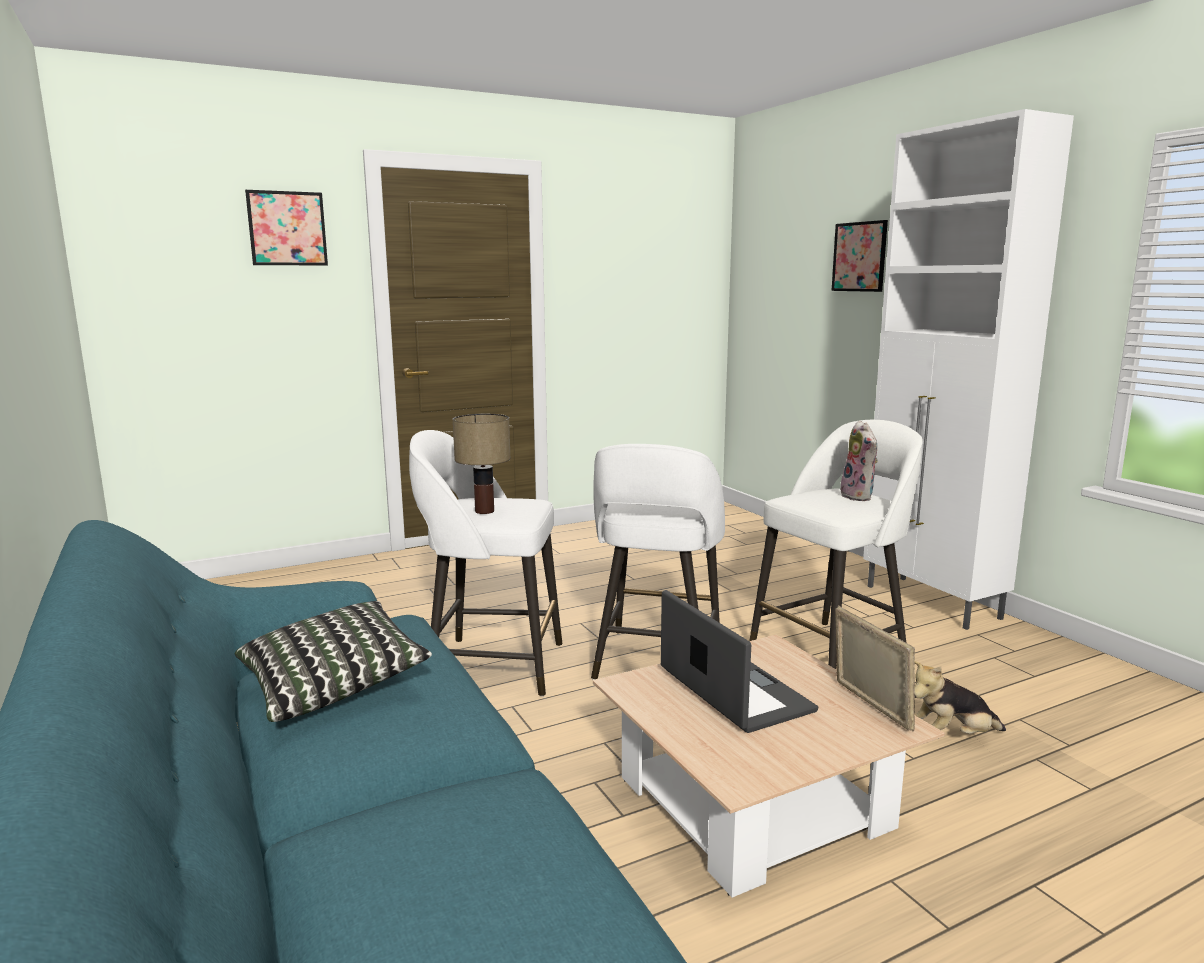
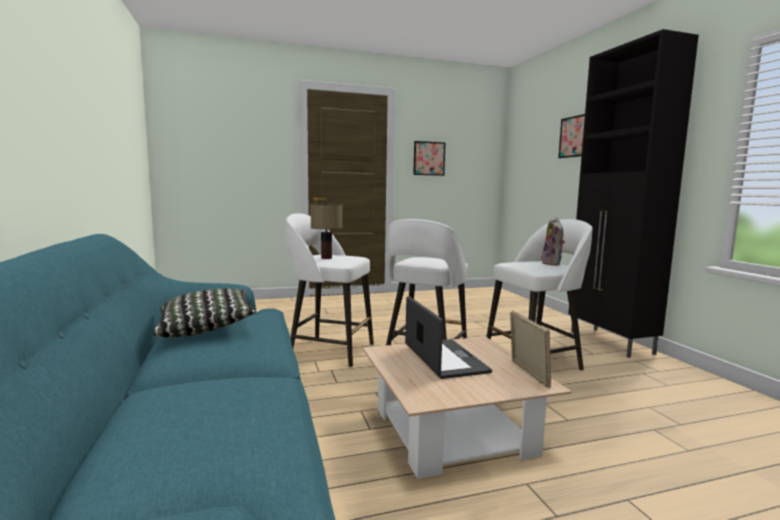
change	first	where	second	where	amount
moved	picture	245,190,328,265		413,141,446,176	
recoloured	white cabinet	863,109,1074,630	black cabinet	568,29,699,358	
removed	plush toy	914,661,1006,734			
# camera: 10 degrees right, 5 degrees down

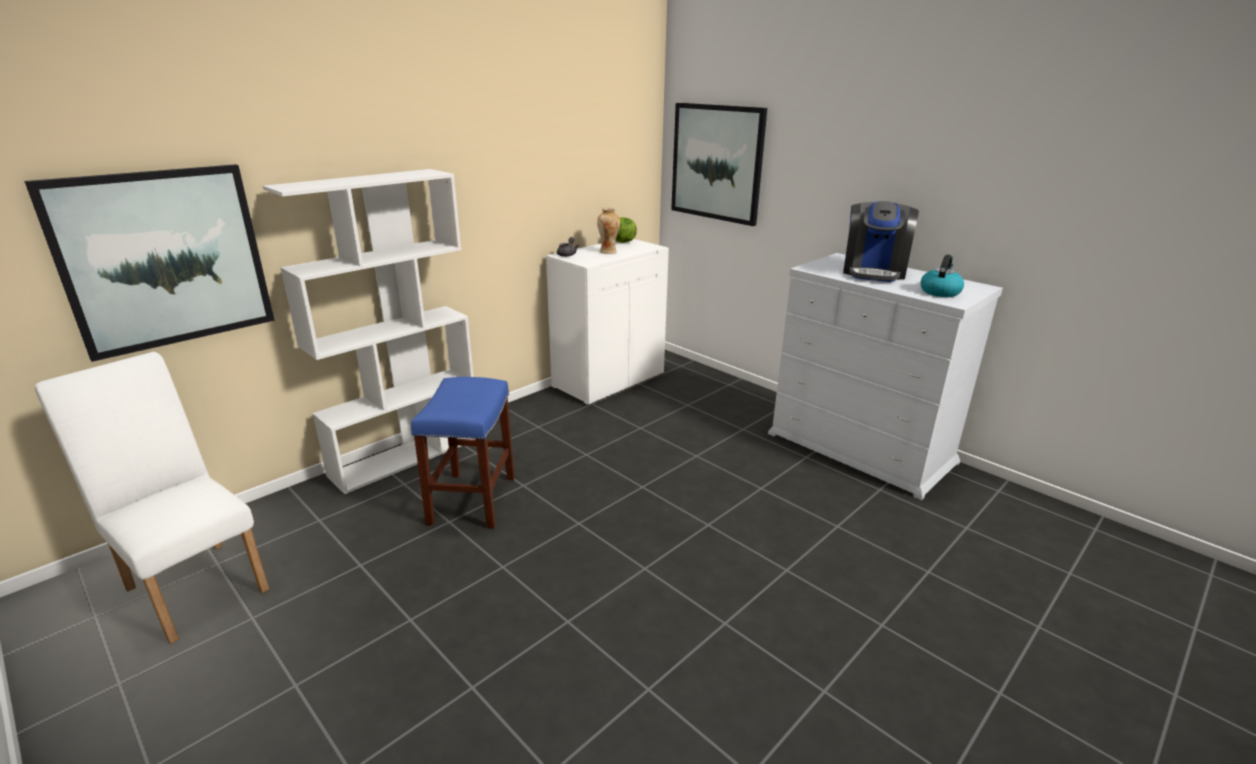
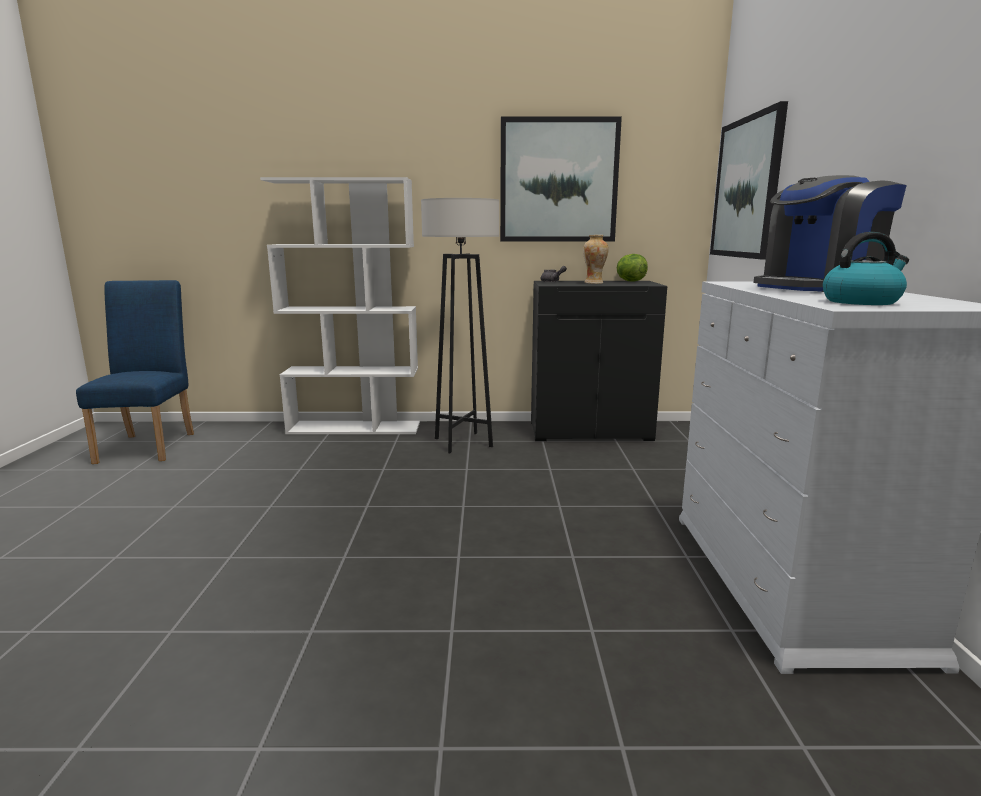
change	first	where	second	where	amount
recoloured	white chair	35,352,269,644	blue chair	76,280,194,464	
added			grey floor lamp	421,198,499,453	
moved	picture	24,164,275,362		500,117,622,241	
recoloured	white cabinet	546,239,669,406	black cabinet	531,281,667,441	
removed	blue stool	411,377,515,529			
# camera: 45 degrees right, 10 degrees down

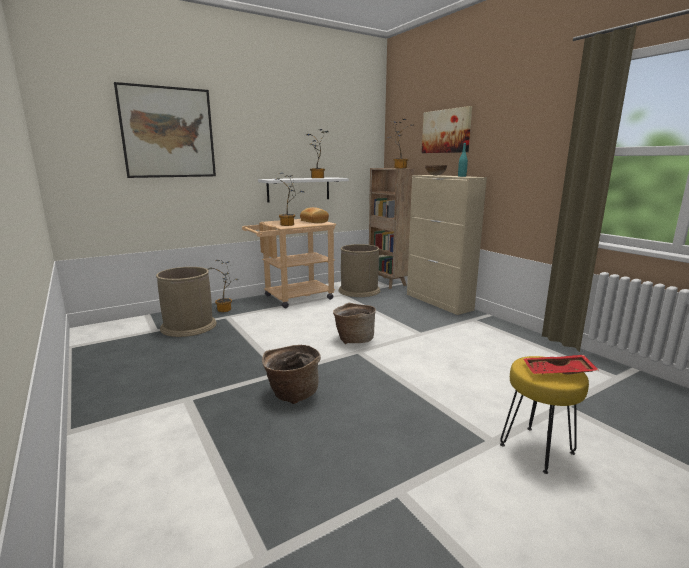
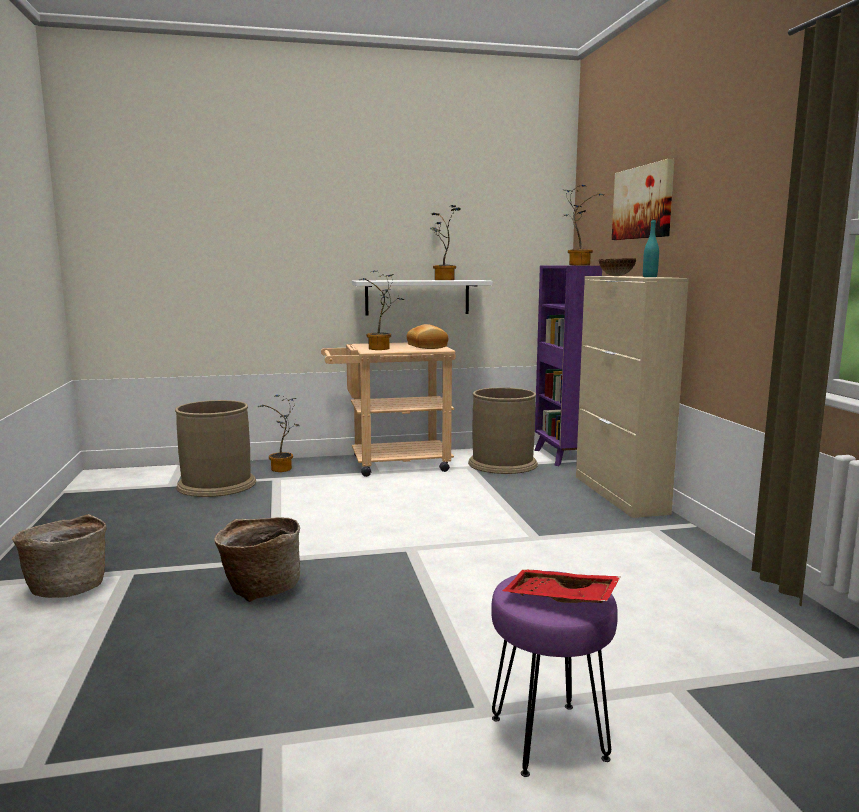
change	first	where	second	where	amount
moved	basket	333,302,376,344		12,514,107,598	
recoloured	yellow stool	500,356,589,474	purple stool	491,571,618,777	
recoloured	brown bookcase	369,168,414,289	purple bookcase	534,266,602,466	
removed	picture	114,82,216,178			
# camera: 20 degrees right, 5 degrees down

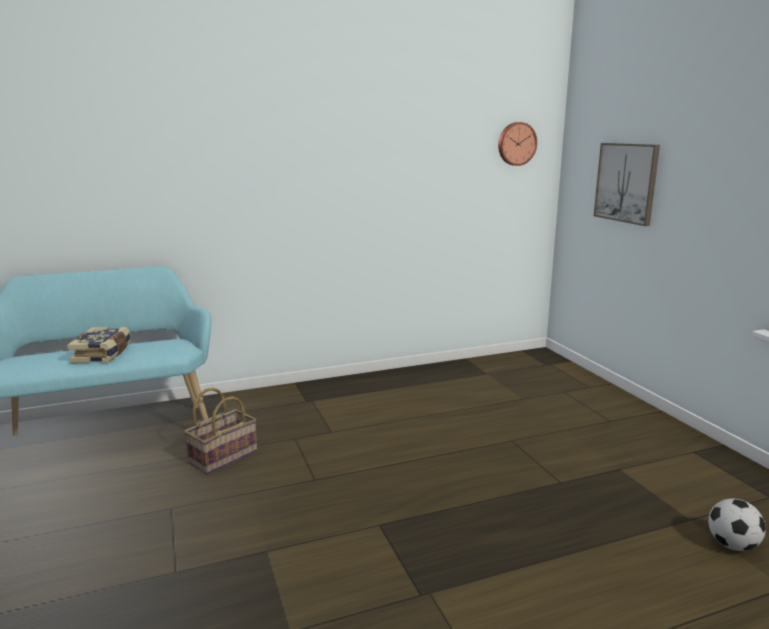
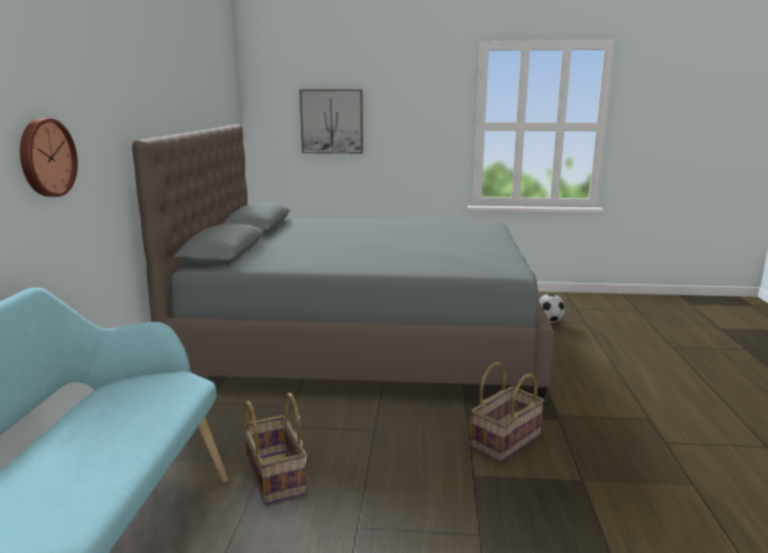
change	first	where	second	where	amount
moved	wall clock	498,122,537,166		20,118,78,197	
added			grey bed	132,124,554,399	
added			basket	471,362,545,463	
removed	book	67,327,131,363			
# camera: 65 degrees left, 0 degrees up

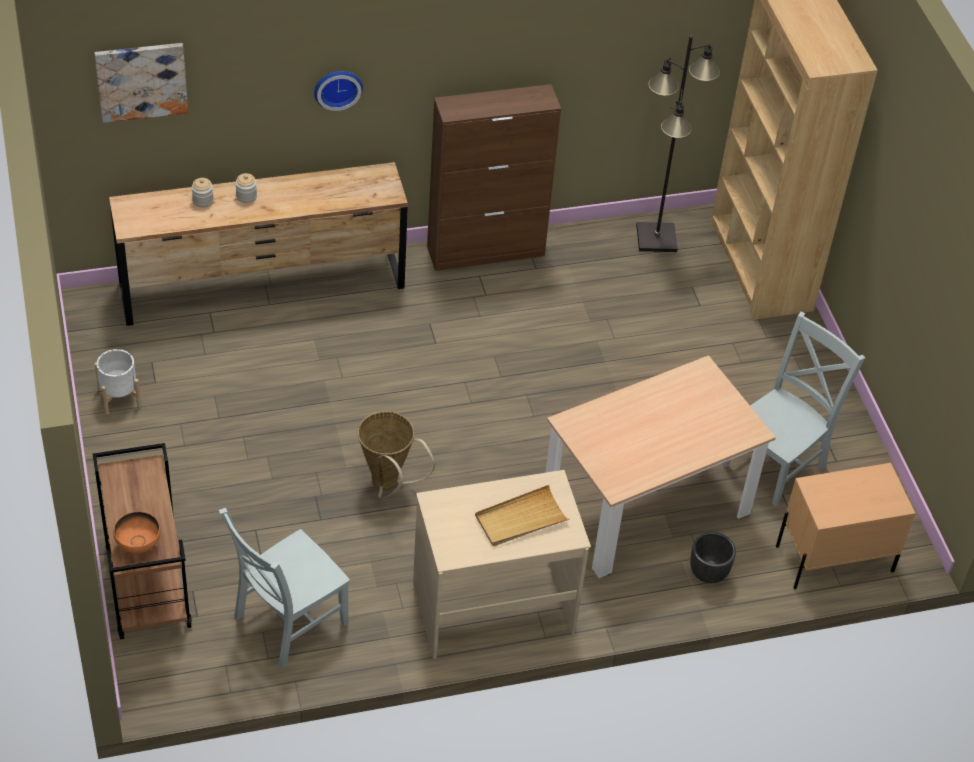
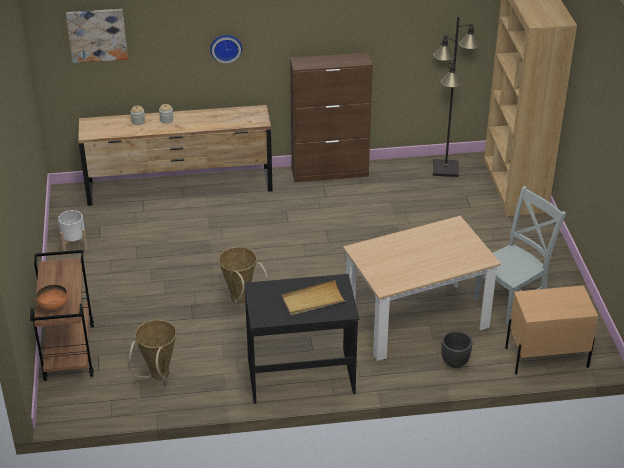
change	first	where	second	where	amount
replaced	grey chair	219,508,350,669	basket	128,320,176,383	
recoloured	beige desk	413,470,591,659	black desk	244,274,359,404	
# camera: 10 degrees right, 10 degrees down

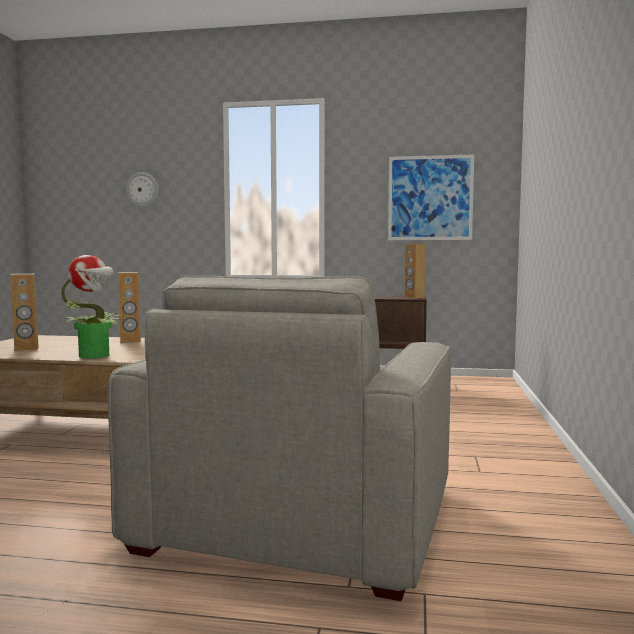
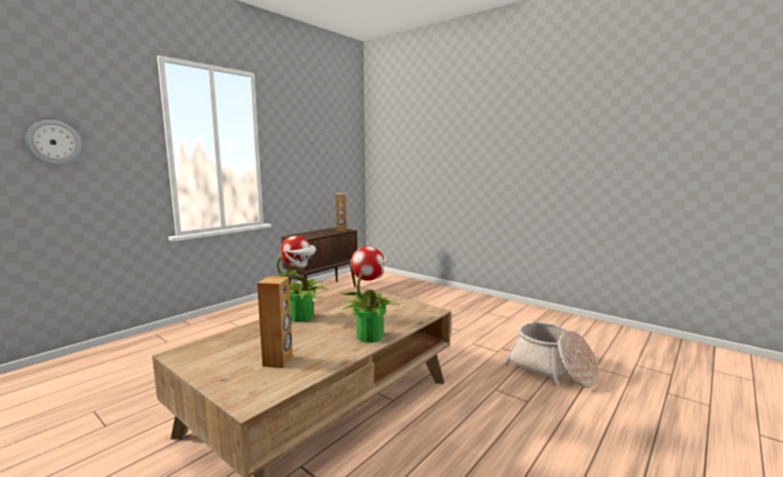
change	first	where	second	where	amount
replaced	brown speaker	118,272,141,343	potted plant	277,236,327,322	
replaced	grey armchair	108,276,451,601	basket	504,322,599,388	
removed	picture	388,154,474,240			
# camera: 60 degrees left, 5 degrees up

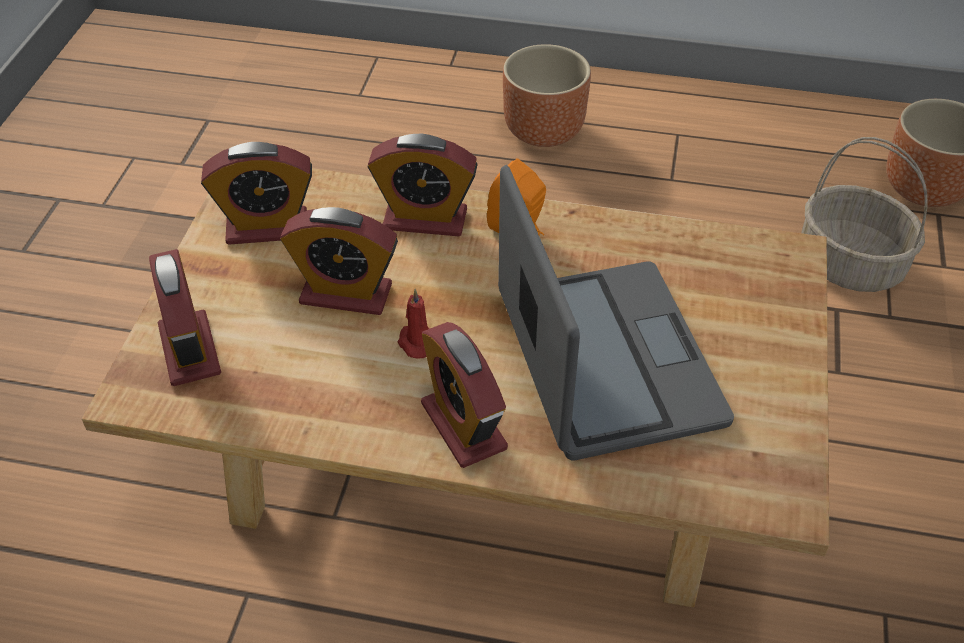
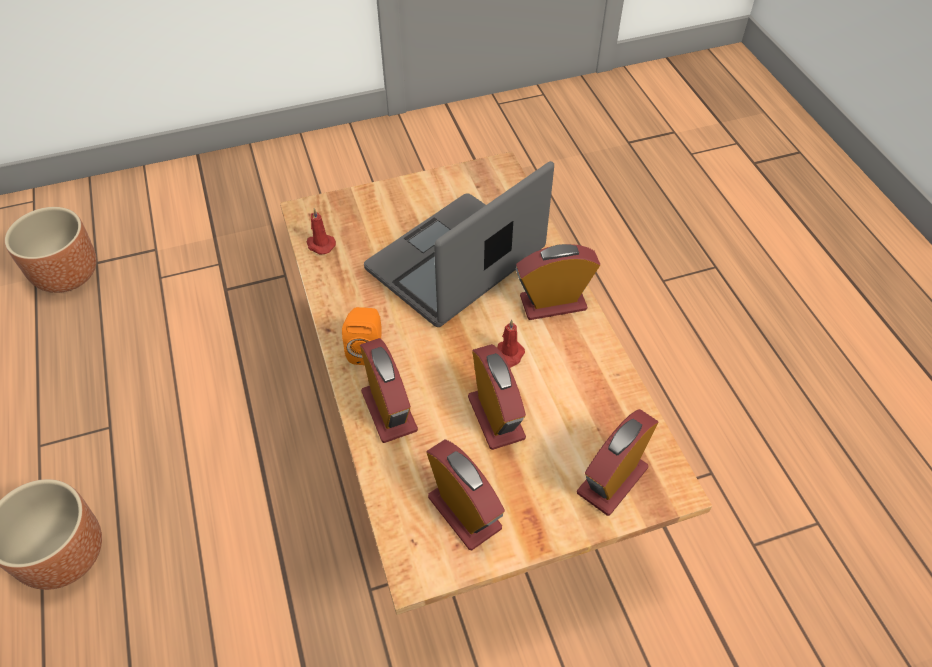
change	first	where	second	where	amount
added			red candle	307,208,336,255	
turned	alarm clock	421,322,508,468		516,244,600,320	135 degrees counterclockwise
removed	basket	802,137,928,292			
# camera: 120 degrees left, 5 degrees up

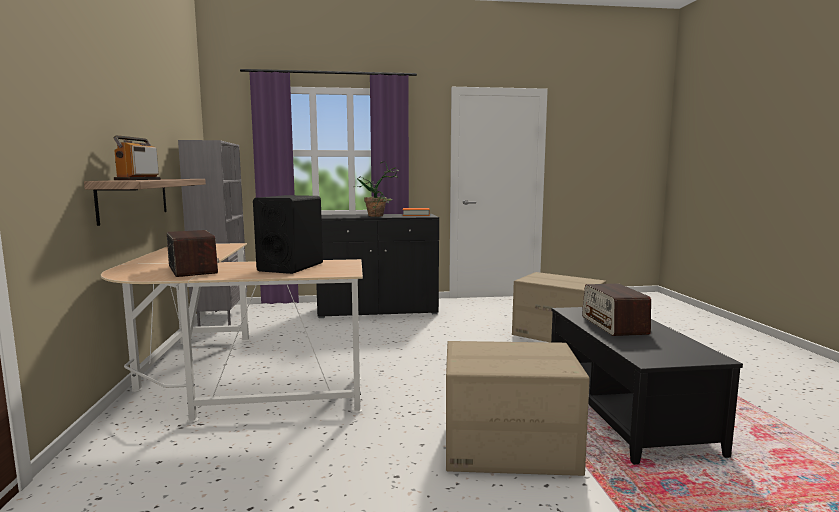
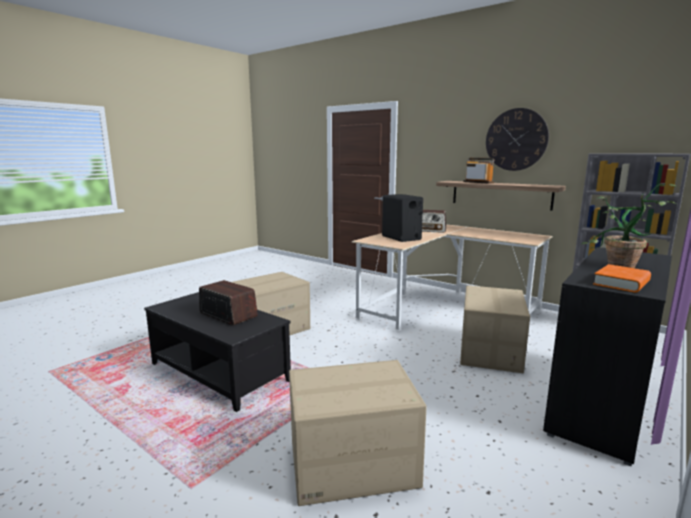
change	first	where	second	where	amount
added			cardboard box	460,285,530,373	
added			wall clock	486,108,549,171	
# camera: 135 degrees right, 5 degrees up

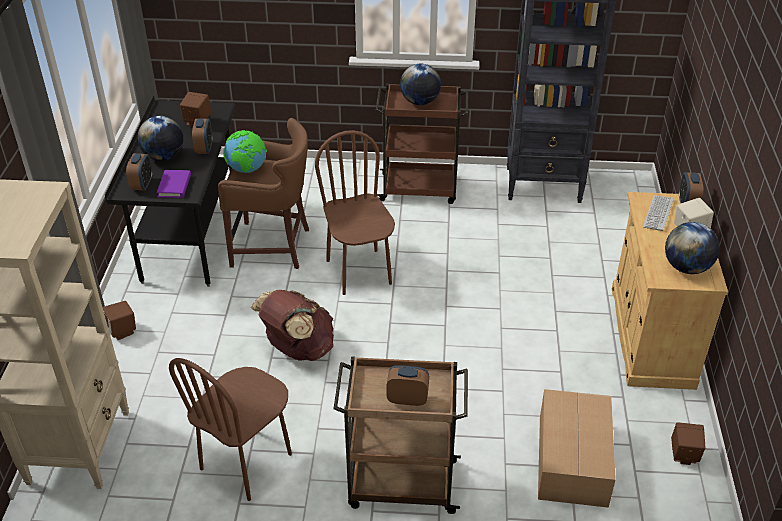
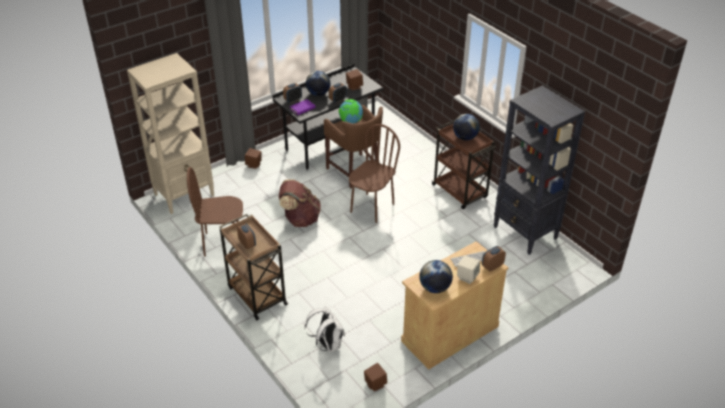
change	first	where	second	where	amount
replaced	cardboard box	538,389,616,508	white backpack	305,306,345,353	
# camera: 50 degrees right, 0 degrees up

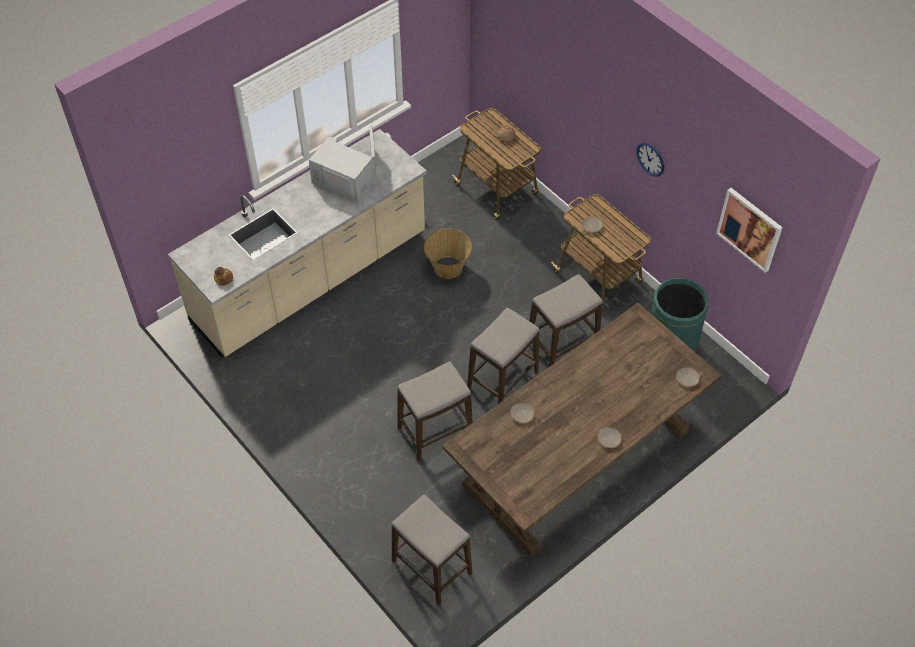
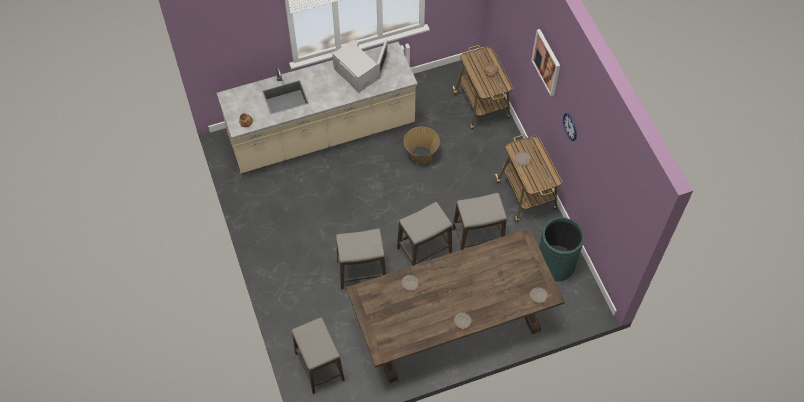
change	first	where	second	where	amount
moved	picture	716,188,783,273		531,29,560,96	
# camera: 20 degrees right, 5 degrees up

